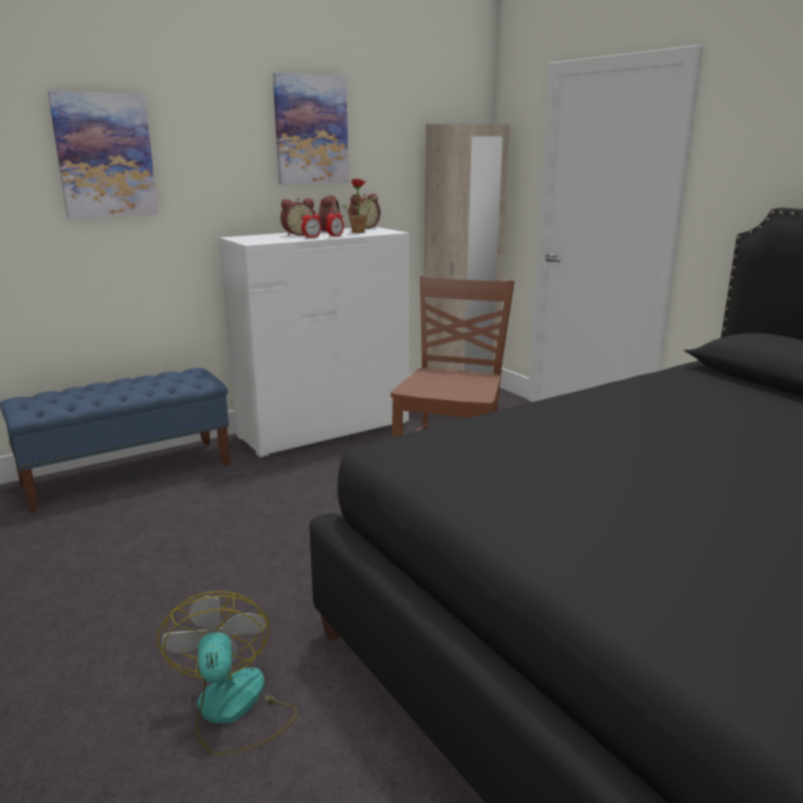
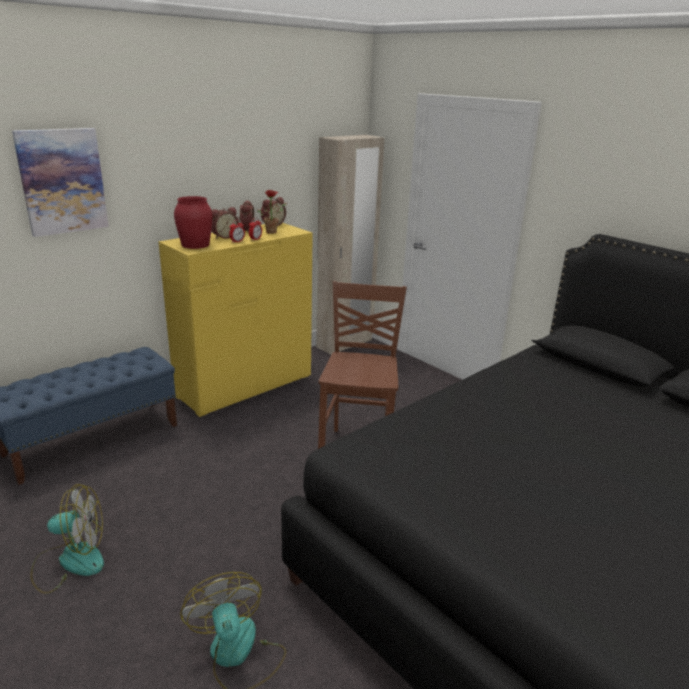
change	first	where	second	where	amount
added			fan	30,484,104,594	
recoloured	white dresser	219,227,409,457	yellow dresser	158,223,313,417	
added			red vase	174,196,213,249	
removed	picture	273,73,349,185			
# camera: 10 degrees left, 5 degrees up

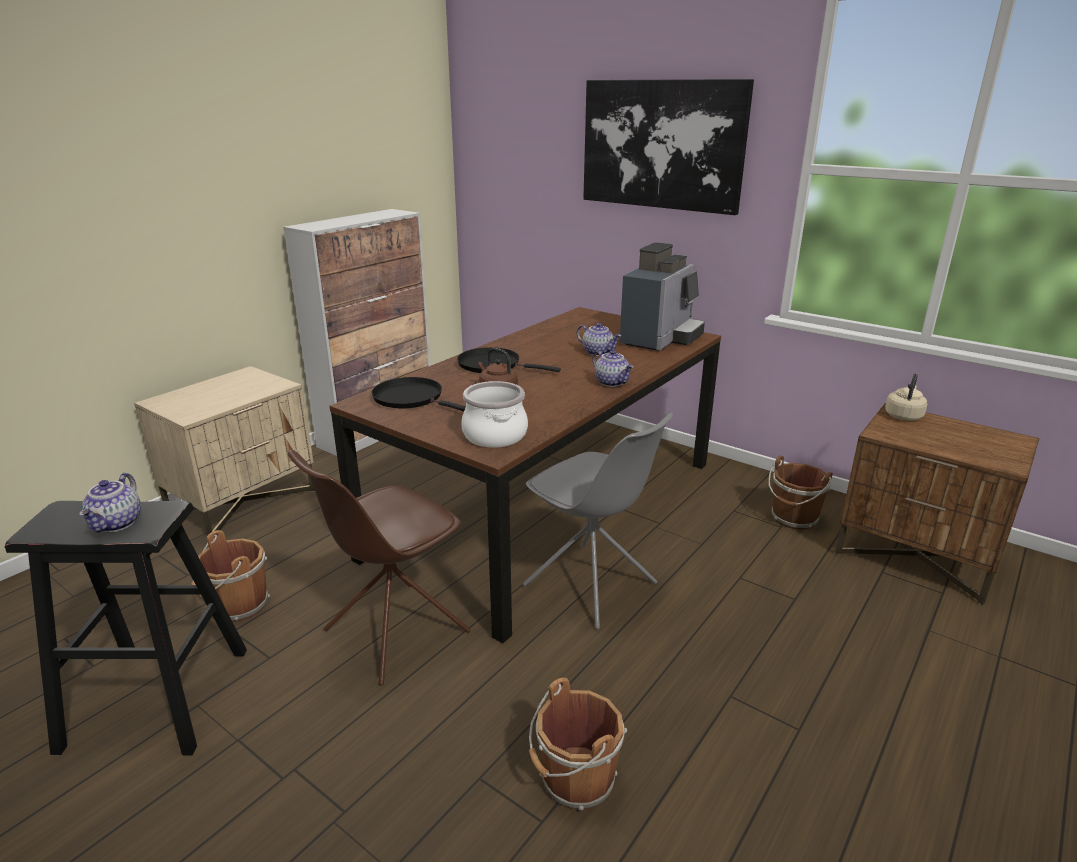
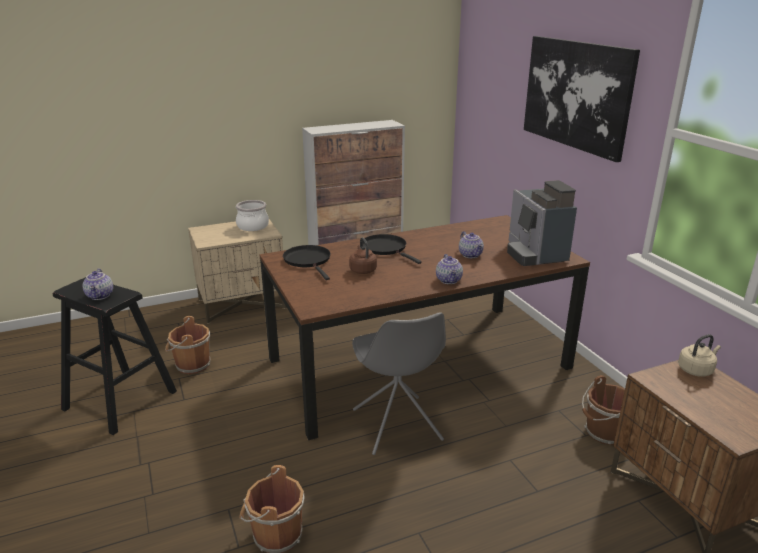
change	first	where	second	where	amount
turned	teapot	79,473,141,533		83,268,113,300	45 degrees counterclockwise
moved	cooking pot	461,381,528,448		236,200,269,231	
turned	coffee machine	620,242,705,351		507,180,577,266	105 degrees clockwise
removed	brown chair	288,449,471,685			
# camera: 30 degrees right, 0 degrees up

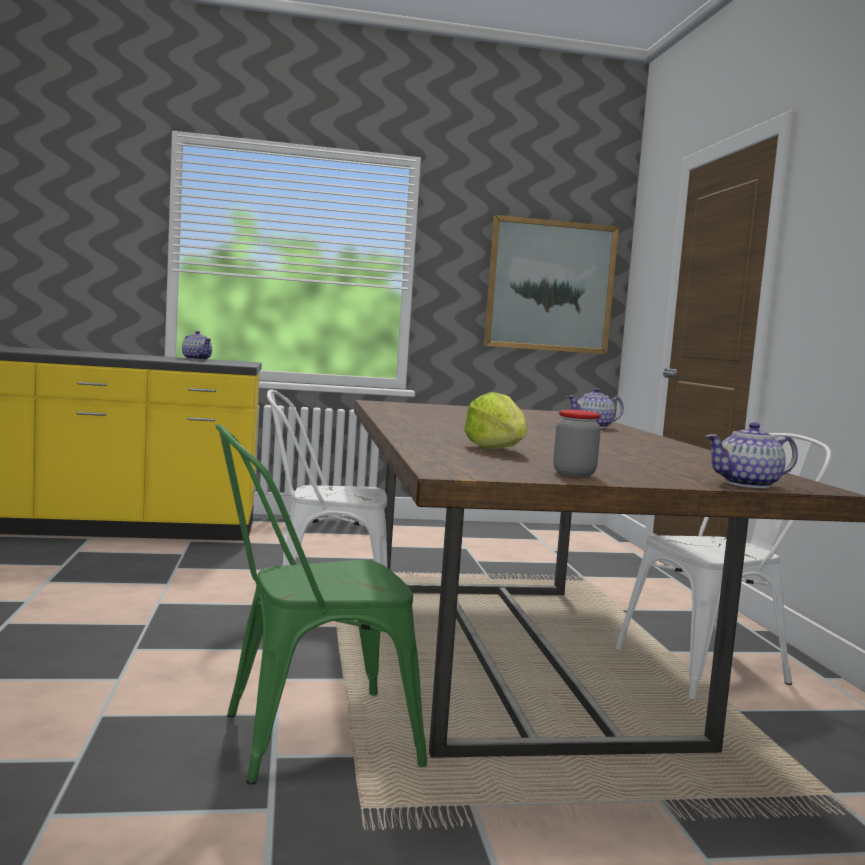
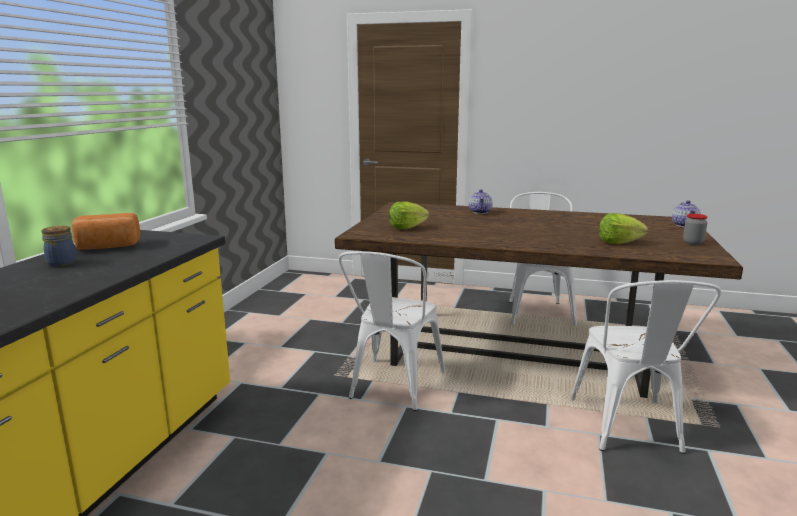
change	first	where	second	where	amount
added			jar	41,226,76,267	
replaced	teapot	182,331,212,360	bread	71,213,140,250	
added			lettuce	389,201,429,229	
recoloured	green chair	216,424,427,784	white chair	570,280,721,454	
removed	picture	484,215,619,354			
# camera: 65 degrees left, 10 degrees up

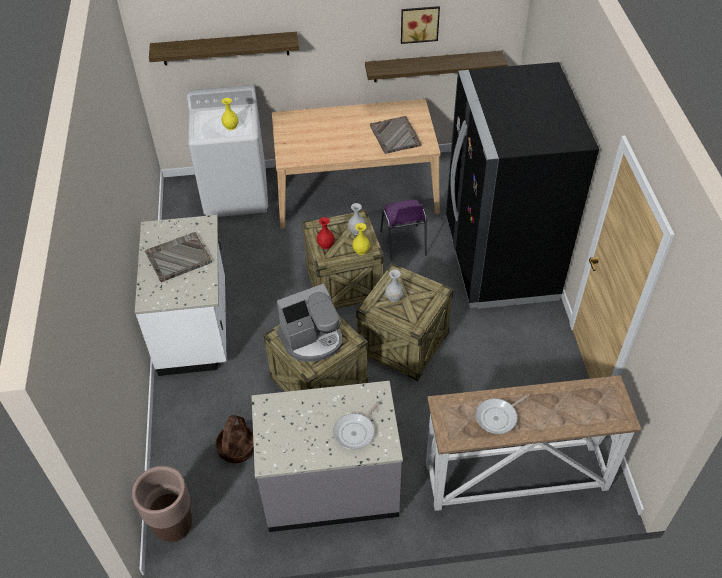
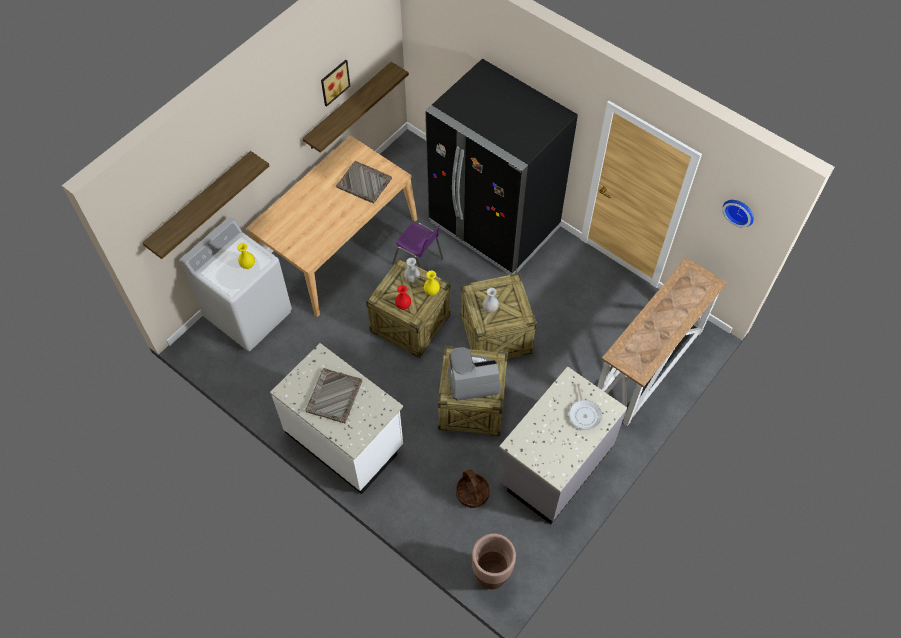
change	first	where	second	where	amount
turned	coffee machine	277,283,342,362		448,347,501,401	120 degrees counterclockwise
added			wall clock	723,200,754,228	
removed	frying pan	476,394,530,434			
# camera: 45 degrees left, 10 degrees up

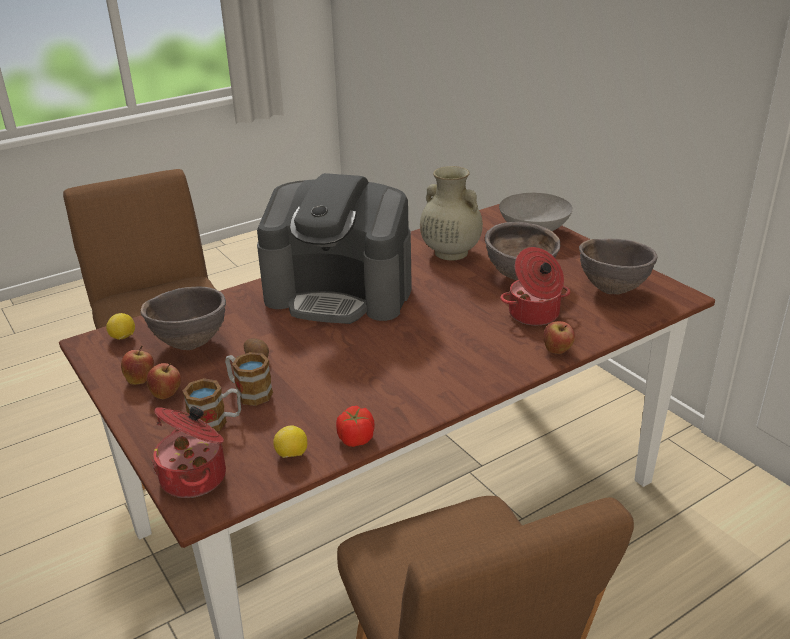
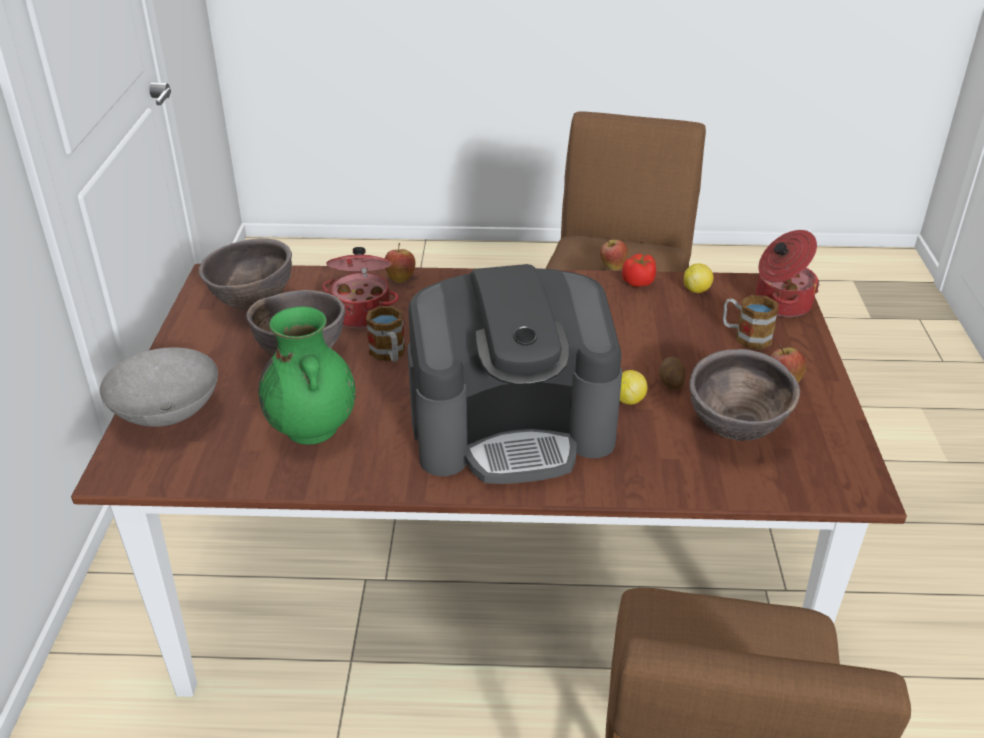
change	first	where	second	where	amount
recoloured	beige vase	420,166,483,261	green vase	258,306,356,445	
moved	mug	225,352,273,406		366,306,405,362	
turned	coffee machine	257,173,412,324		408,264,622,484	120 degrees clockwise
moved	apple	121,346,154,385		600,240,628,270	
moved	lemon	106,313,135,340		620,370,648,405	
# camera: 145 degrees left, 5 degrees up

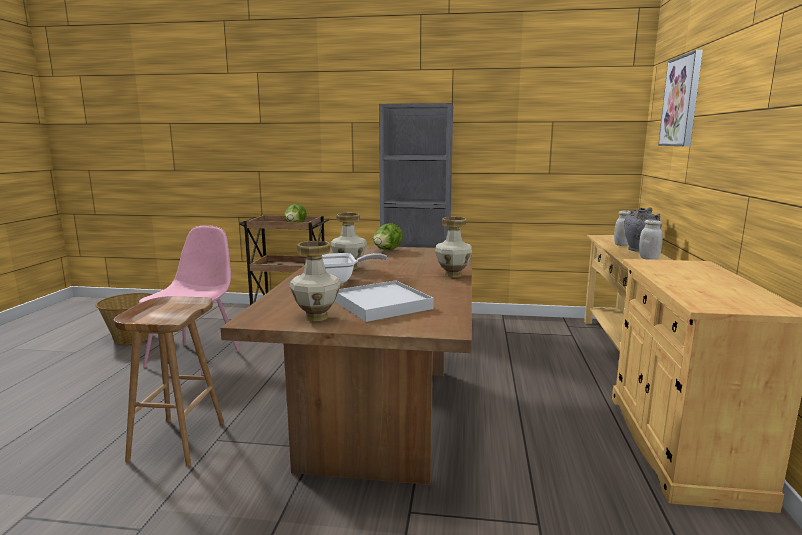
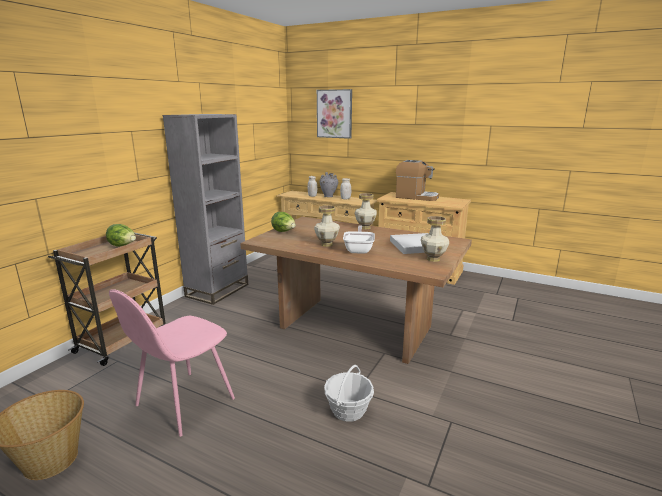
change	first	where	second	where	amount
turned	pink chair	139,225,240,375		109,289,235,437	90 degrees counterclockwise
replaced	brown stool	113,296,224,466	basket	324,365,374,422	
added			coffee machine	396,160,439,201	
# camera: 70 degrees left, 5 degrees up

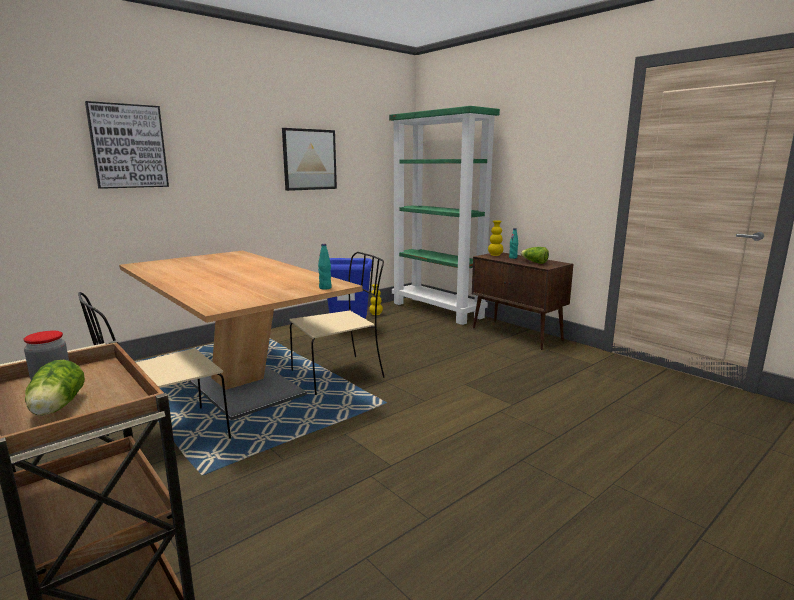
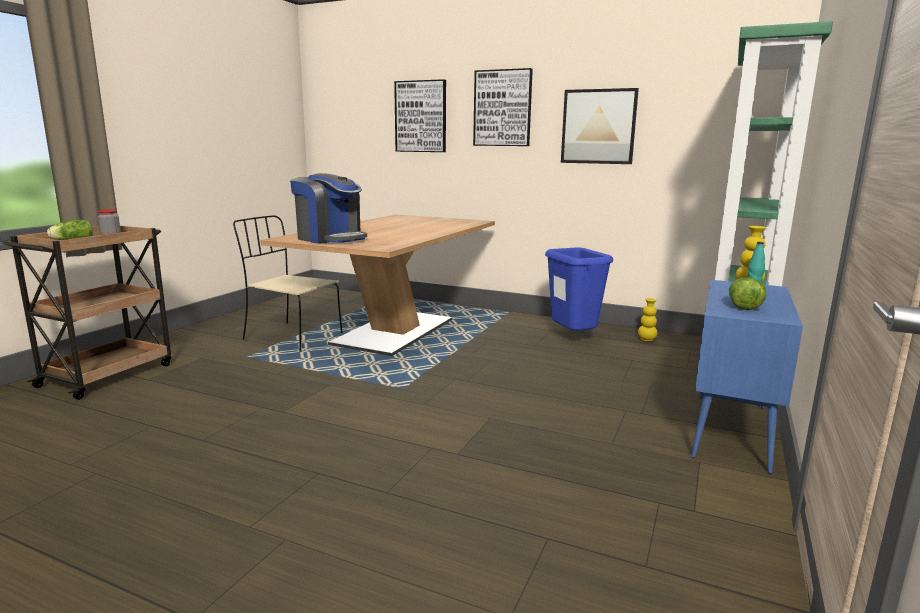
change	first	where	second	where	amount
added			coffee machine	290,173,367,244	
added			picture	473,68,533,146	
recoloured	brown cabinet	472,252,574,350	blue cabinet	691,280,803,474	
removed	beige chair	289,252,385,395			
removed	turquoise bottle	318,244,332,290			
# camera: 65 degrees right, 0 degrees up

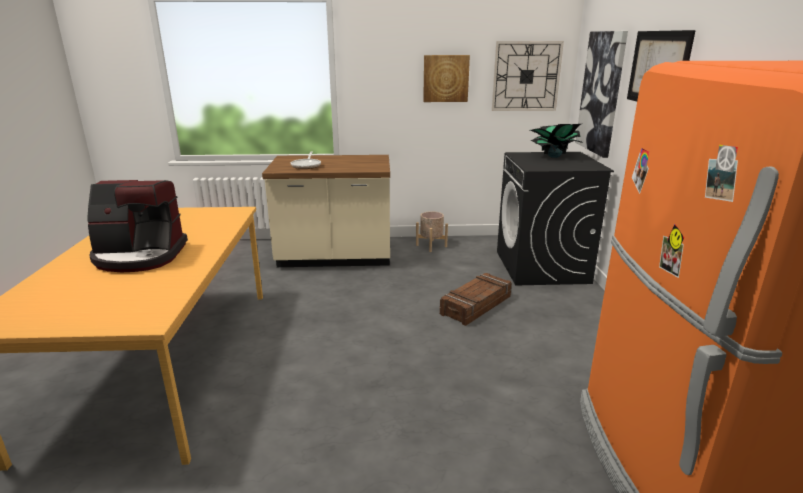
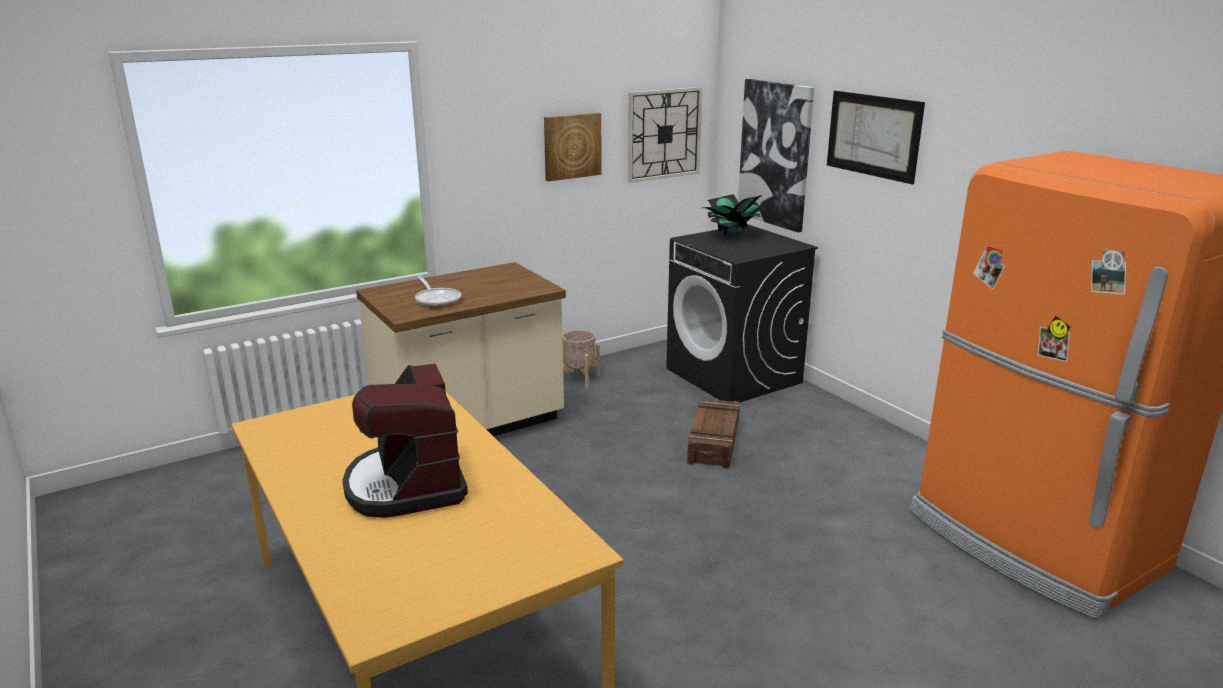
change	first	where	second	where	amount
turned	coffee machine	88,180,188,272		342,364,468,518	105 degrees clockwise
# camera: 30 degrees left, 0 degrees up

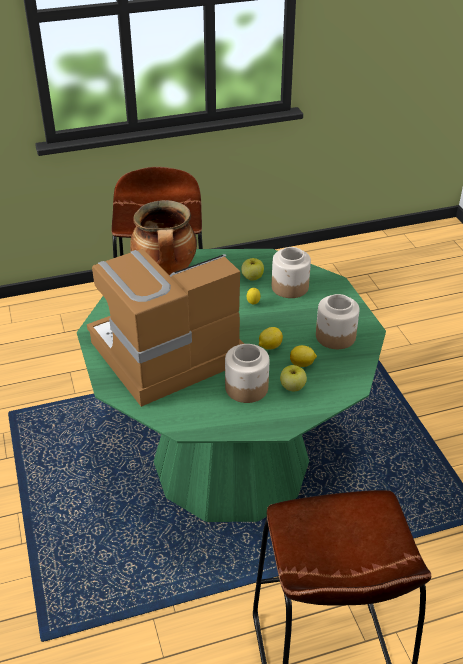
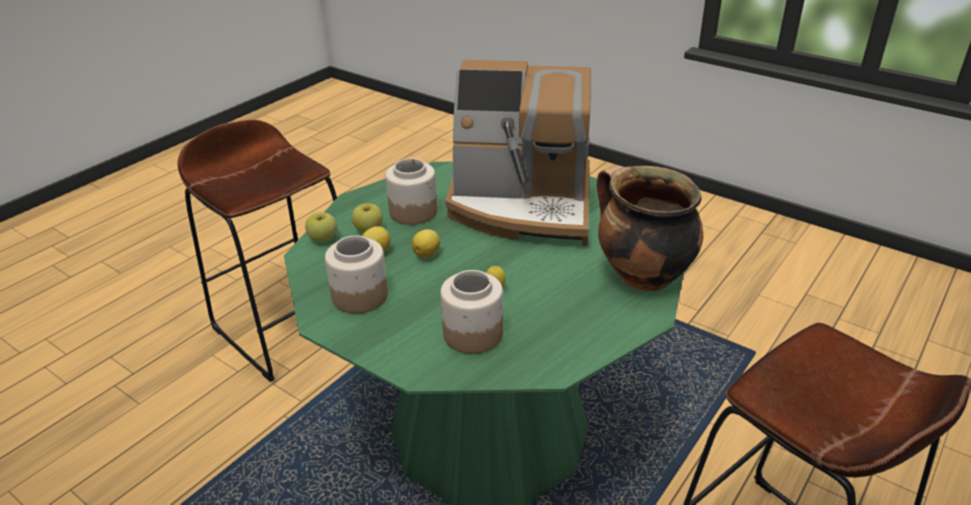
change	first	where	second	where	amount
moved	apple	241,258,264,280		305,212,337,242	
turned	coffee machine	87,249,244,407		446,60,591,246	75 degrees clockwise
# camera: 145 degrees right, 5 degrees down

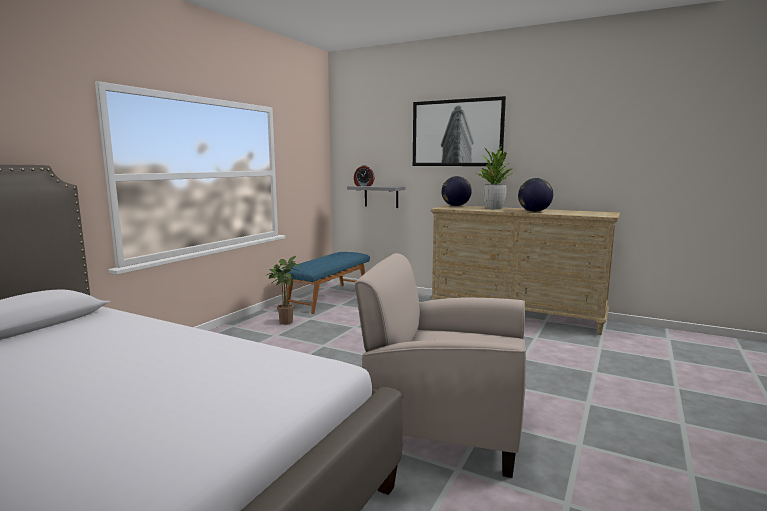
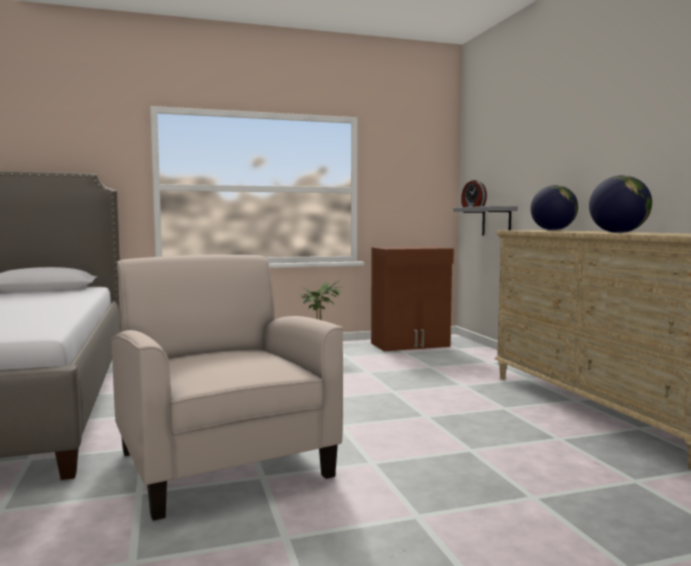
change	first	where	second	where	amount
replaced	blue bench	282,252,370,314	brown cabinet	371,247,454,351	
removed	picture	413,96,506,166			
removed	potted plant	476,145,516,209			
# camera: 45 degrees right, 5 degrees down

